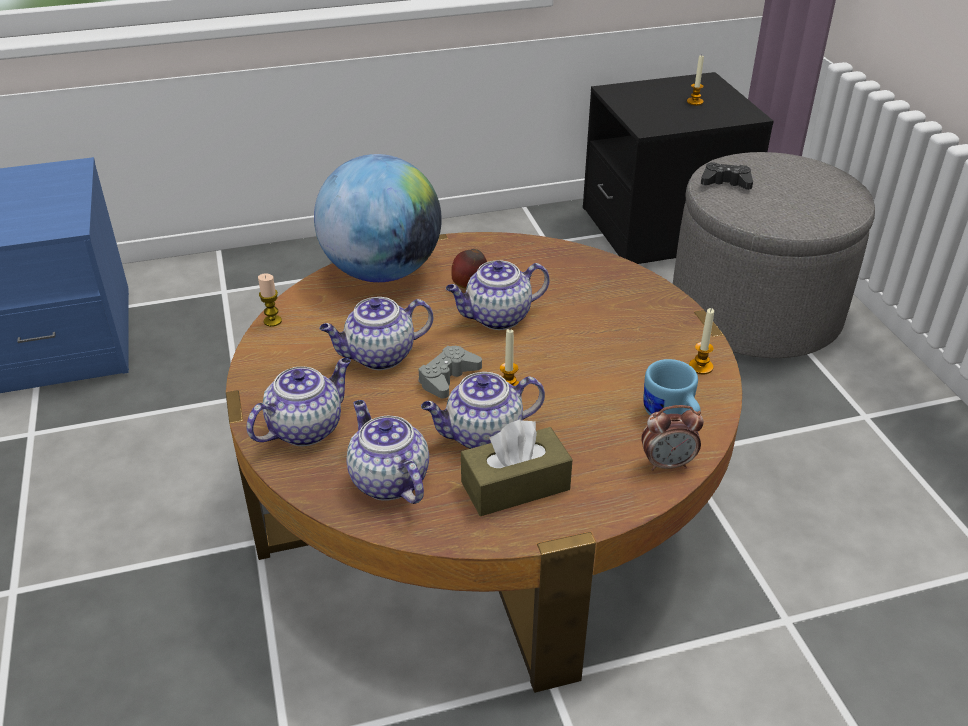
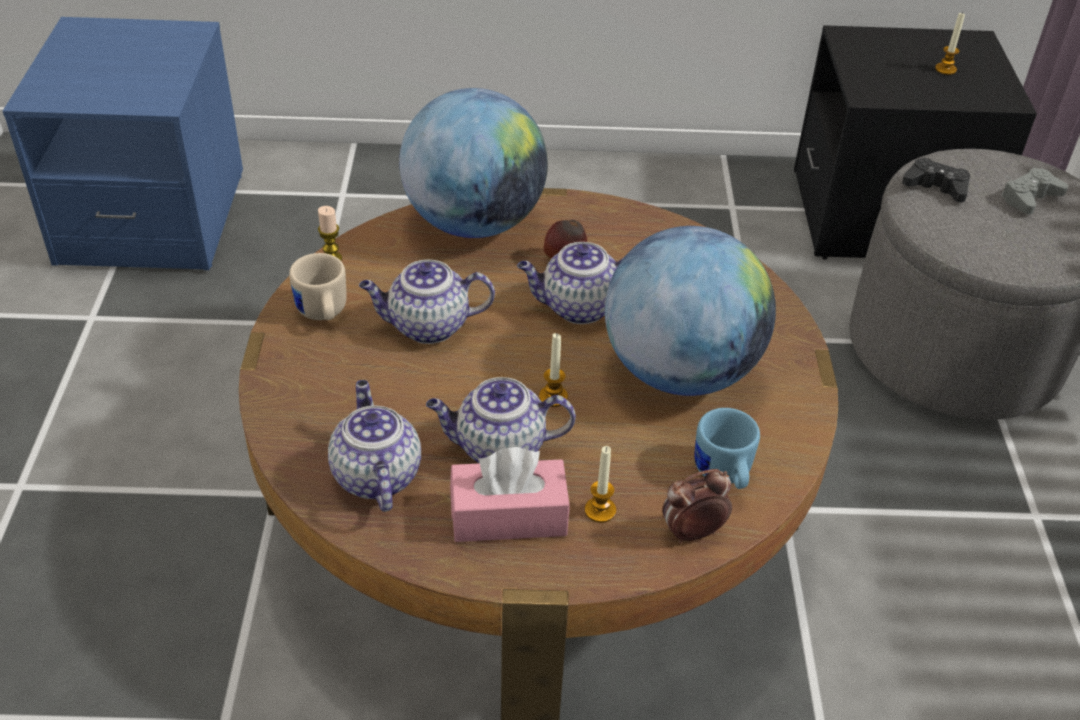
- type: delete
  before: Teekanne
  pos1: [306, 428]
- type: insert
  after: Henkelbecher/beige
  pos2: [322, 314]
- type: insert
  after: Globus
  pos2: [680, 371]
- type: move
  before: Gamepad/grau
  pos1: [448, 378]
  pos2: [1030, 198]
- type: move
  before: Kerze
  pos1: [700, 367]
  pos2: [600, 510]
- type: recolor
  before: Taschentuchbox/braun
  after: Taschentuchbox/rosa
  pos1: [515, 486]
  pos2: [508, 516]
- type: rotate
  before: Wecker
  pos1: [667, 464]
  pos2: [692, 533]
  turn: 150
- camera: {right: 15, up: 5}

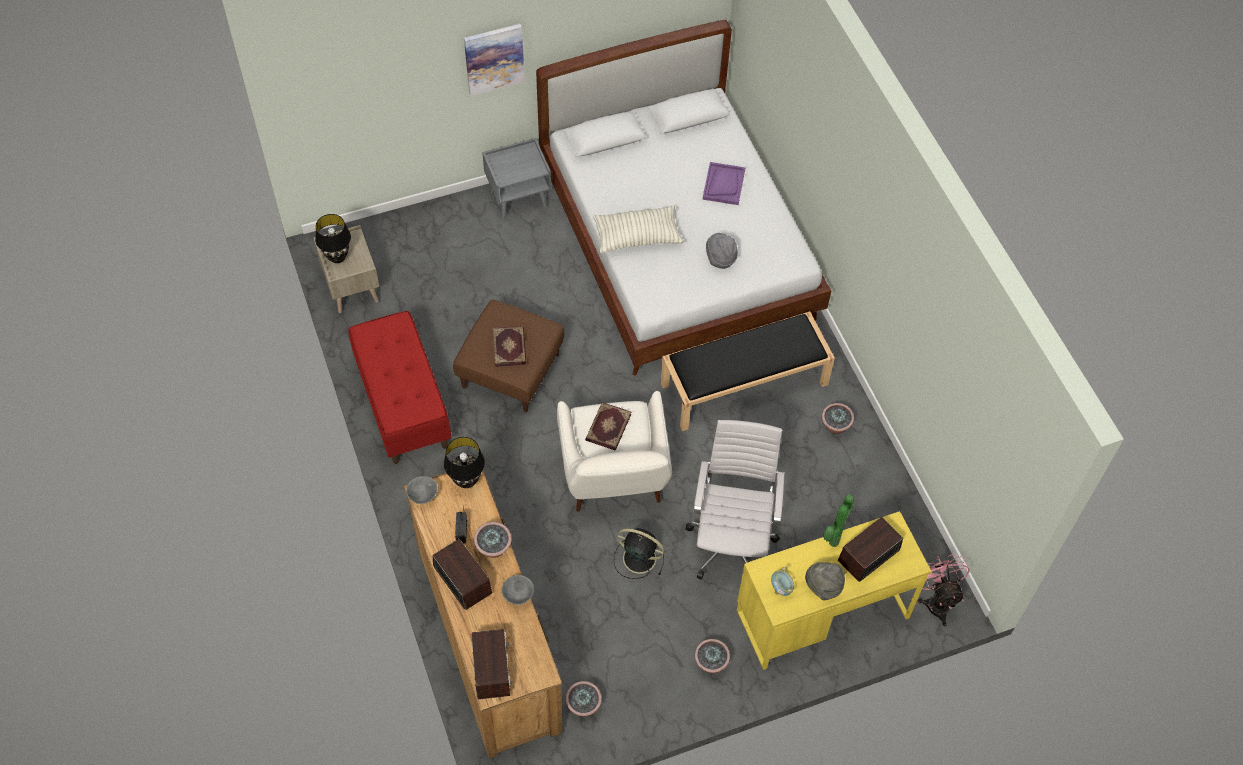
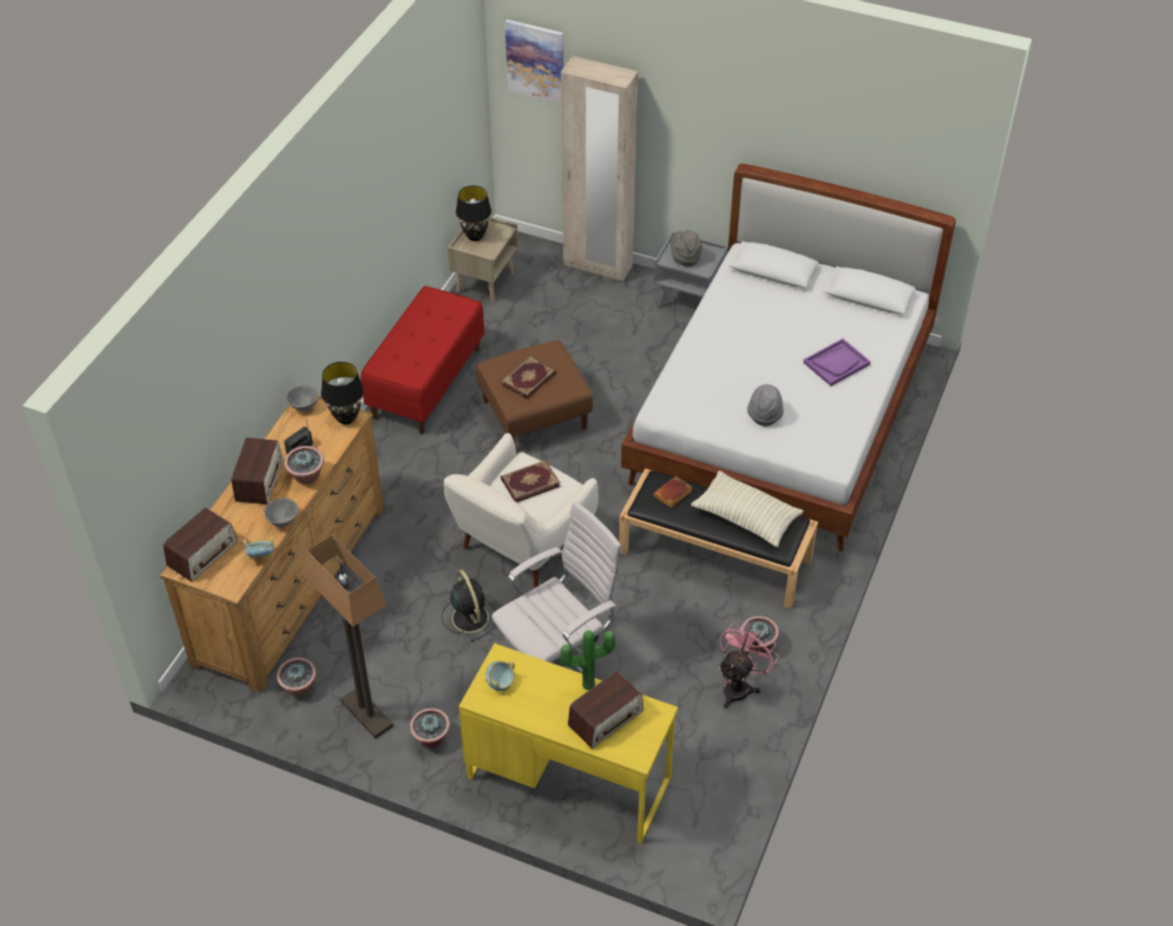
- type: insert
  after: Schüssel
  pos2: [261, 556]
- type: insert
  after: Stehlampe
  pos2: [367, 714]
- type: insert
  after: Kleiderschrank/beige
  pos2: [597, 266]
- type: insert
  after: Buch/braun
  pos2: [673, 495]
- type: move
  before: Bild
  pos1: [494, 58]
  pos2: [535, 60]
- type: move
  before: Kissen
  pos1: [637, 236]
  pos2: [746, 517]
- type: move
  before: Hut/grau
  pos1: [823, 587]
  pos2: [685, 258]
- type: move
  before: Ventilator/rosa
  pos1: [936, 600]
  pos2: [739, 685]
- type: rotate
  before: Radio
  pos1: [868, 555]
  pos2: [606, 718]
  turn: 135
- camera: {right: 45, up: -10}

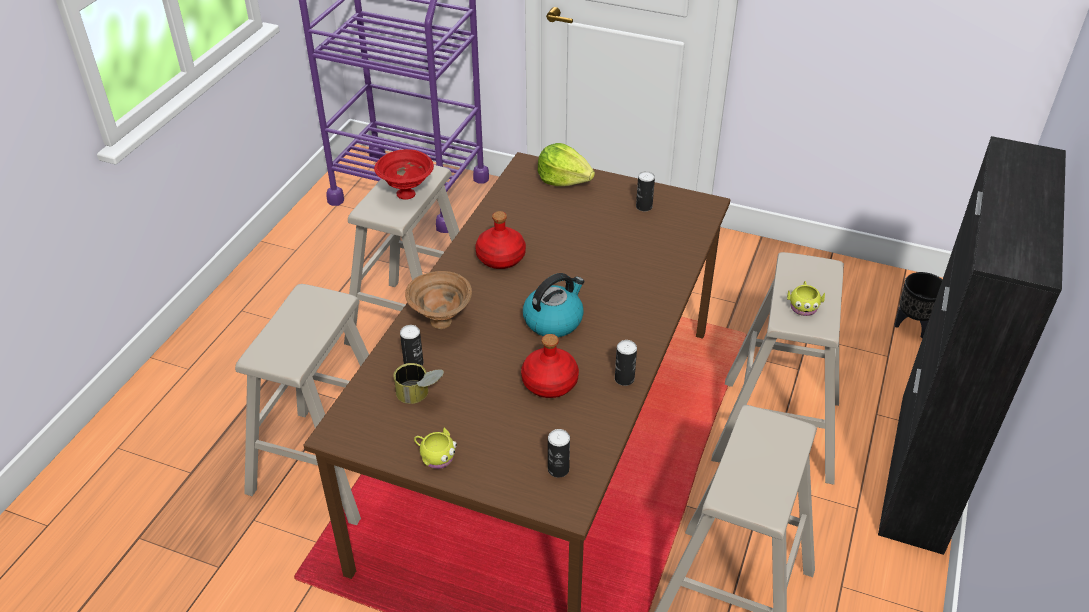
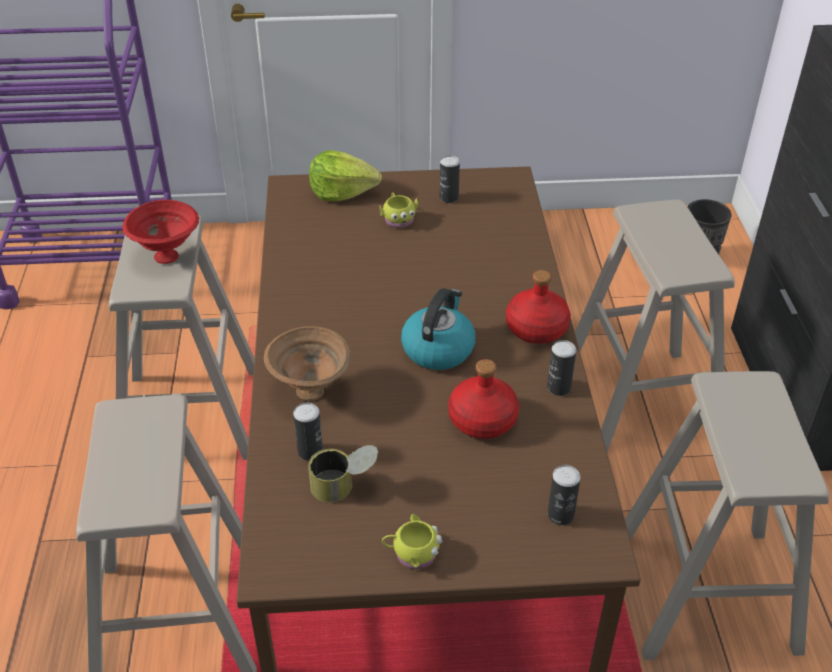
- type: move
  before: Flasche/rot
  pos1: [501, 258]
  pos2: [537, 329]
- type: move
  before: Henkelbecher/gelb
  pos1: [803, 306]
  pos2: [398, 219]
- camera: {right: -25, up: 0}

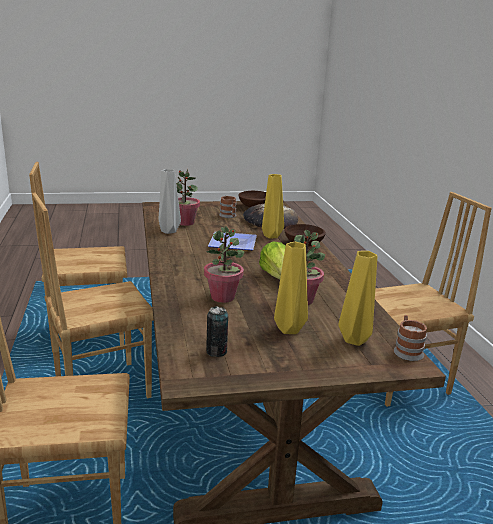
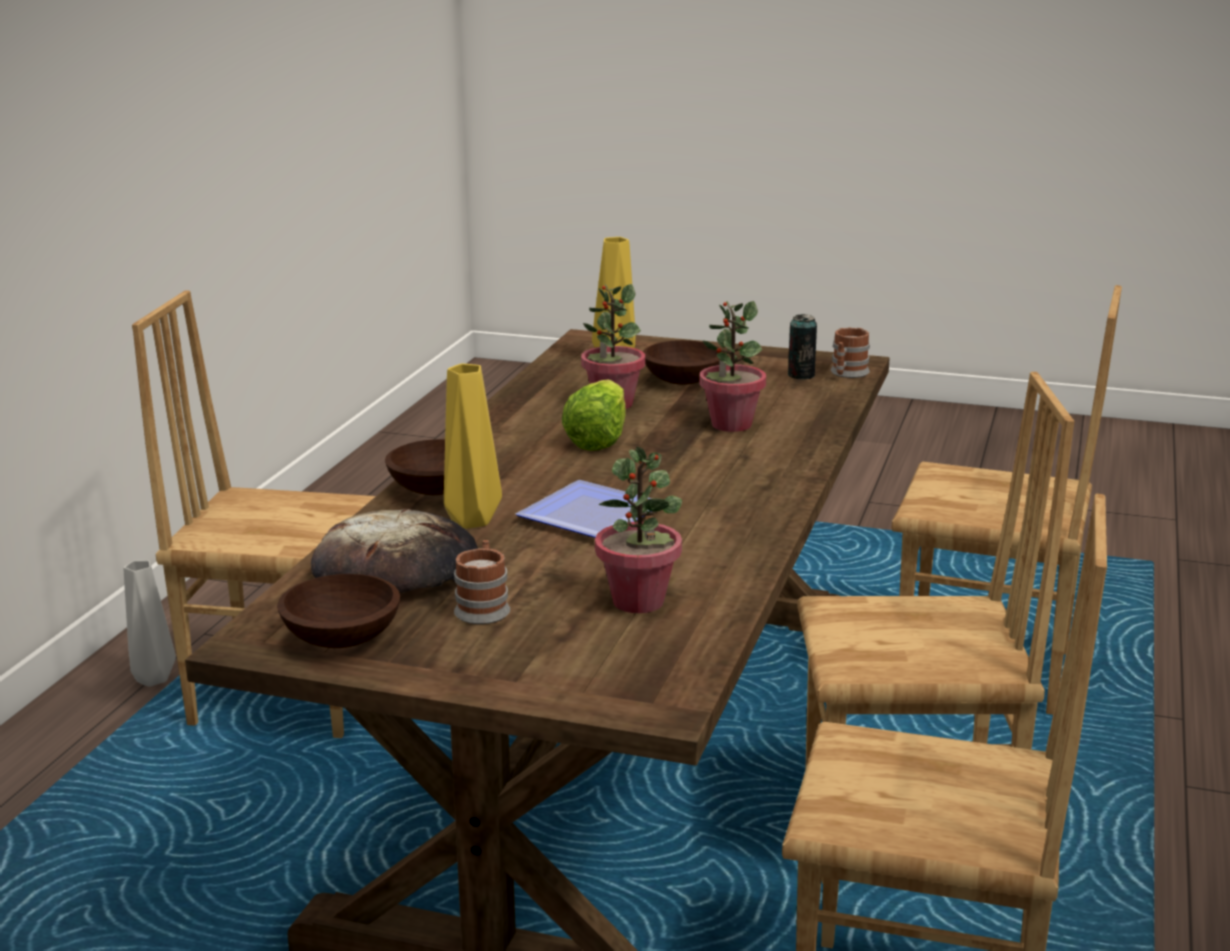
- type: move
  before: Vase/grau
  pos1: [168, 231]
  pos2: [155, 679]
- type: move
  before: Henkelbecher
  pos1: [407, 350]
  pos2: [847, 374]
- type: replace
  before: Vase/gelb
  after: Schüssel/braun
  pos1: [288, 329]
  pos2: [683, 380]
- camera: {right: -150, up: 0}

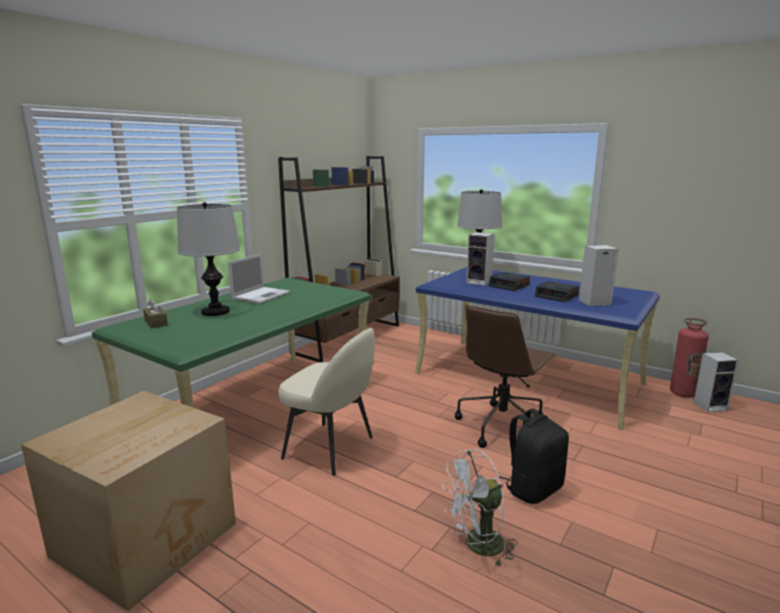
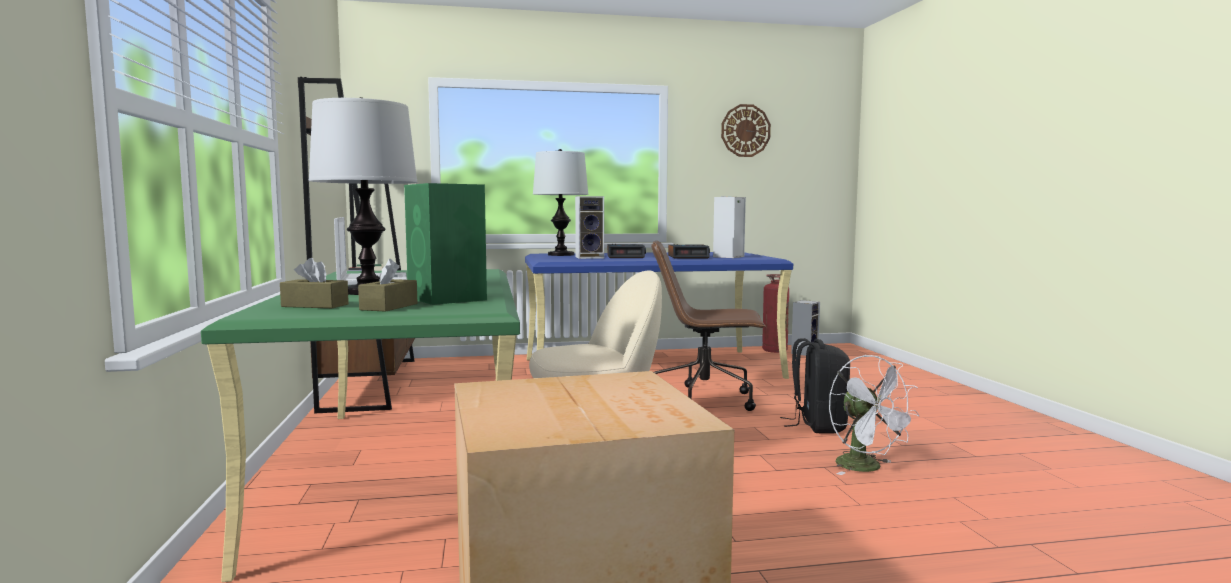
- type: insert
  after: Taschentuchbox/braun
  pos2: [389, 307]
- type: insert
  after: Lautsprecher/grün
  pos2: [447, 299]
- type: insert
  after: Wanduhr
  pos2: [745, 130]
- type: rotate
  before: Ventilator/weiß
  pos1: [477, 546]
  pos2: [866, 468]
  turn: -45
- type: rotate
  before: Bürostuhl/braun
  pos1: [502, 425]
  pos2: [705, 400]
  turn: 105
- camera: {right: -45, up: -10}

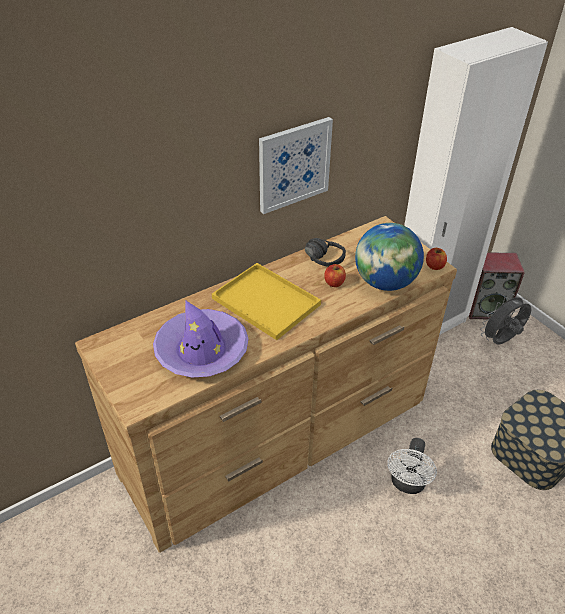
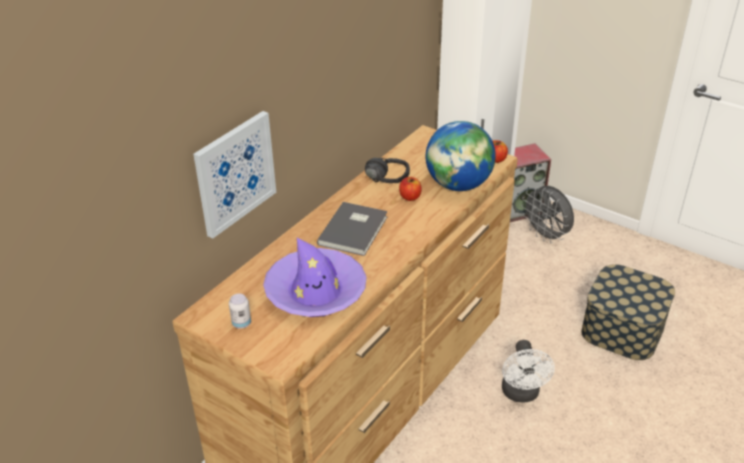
- type: insert
  after: Dose
  pos2: [241, 323]
- type: move
  before: Bild
  pos1: [294, 164]
  pos2: [235, 173]
- type: replace
  before: Tablett/gelb
  after: Buch/grau
  pos1: [268, 302]
  pos2: [355, 230]
- type: rotate
  before: Ventilator/grau
  pos1: [501, 341]
  pos2: [546, 236]
  turn: -75
- camera: {right: -20, up: -5}

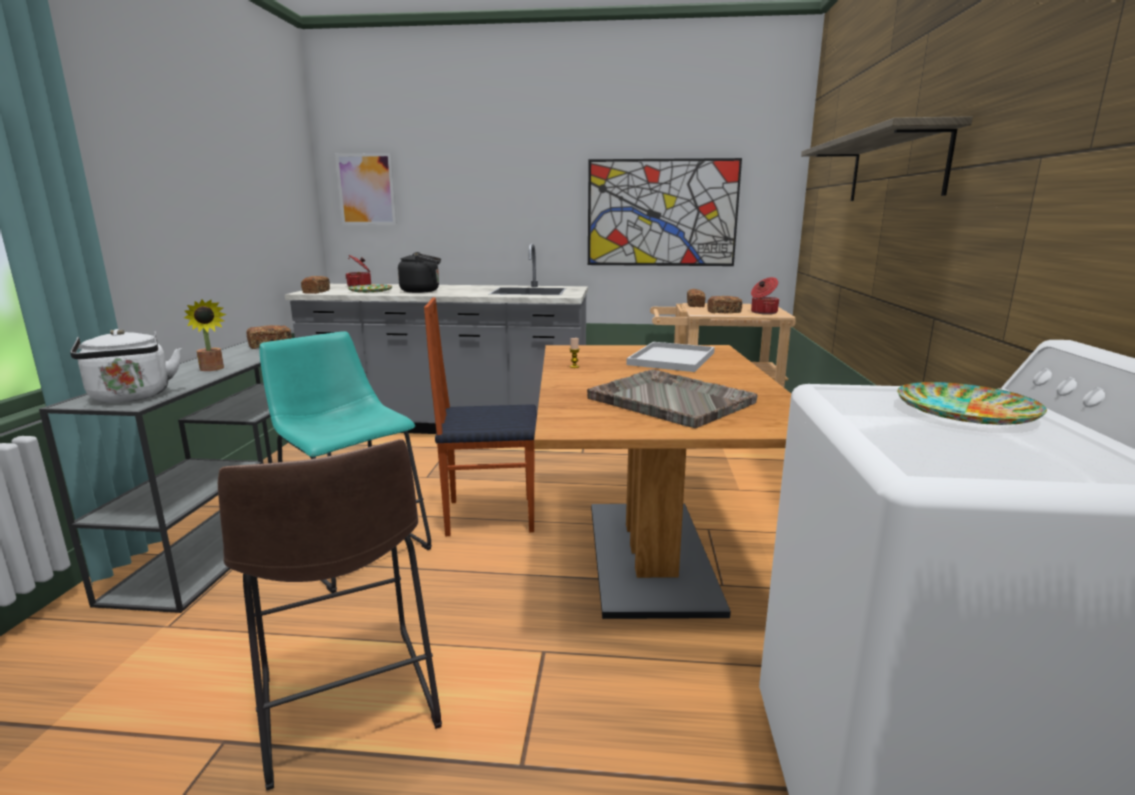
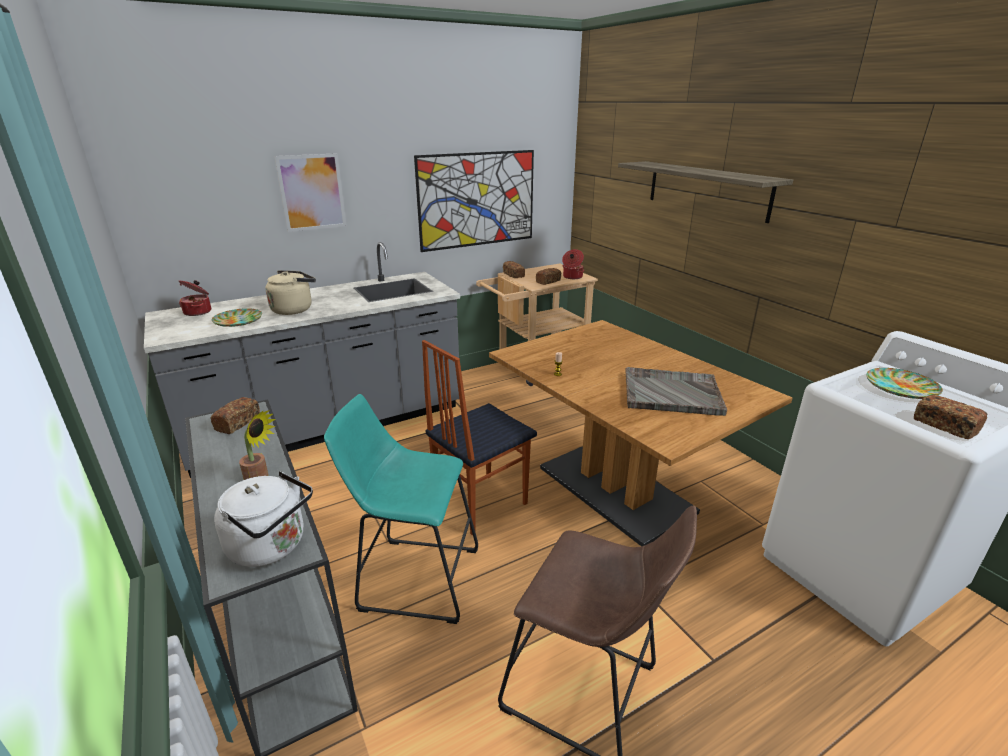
- type: delete
  before: Tablett/weiß
  pos1: [671, 358]
- type: move
  before: Brot
  pos1: [316, 292]
  pos2: [944, 426]
- type: move
  before: Bild
  pos1: [366, 189]
  pos2: [312, 192]
- type: recolor
  before: Wasserkessel/schwarz
  after: Wasserkessel/beige
  pos1: [423, 291]
  pos2: [294, 309]
- camera: {right: -35, up: 10}

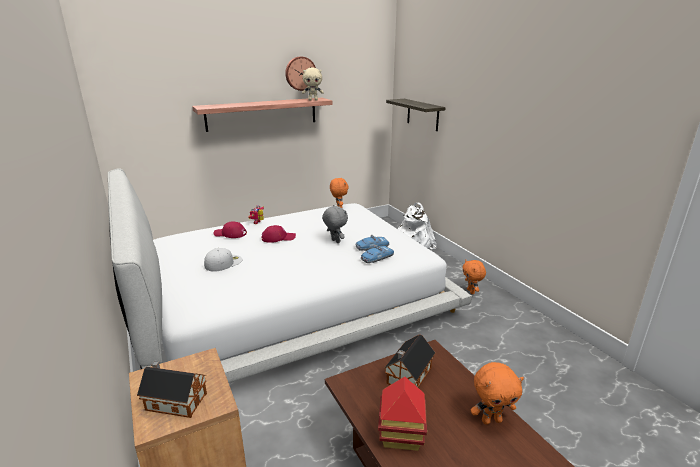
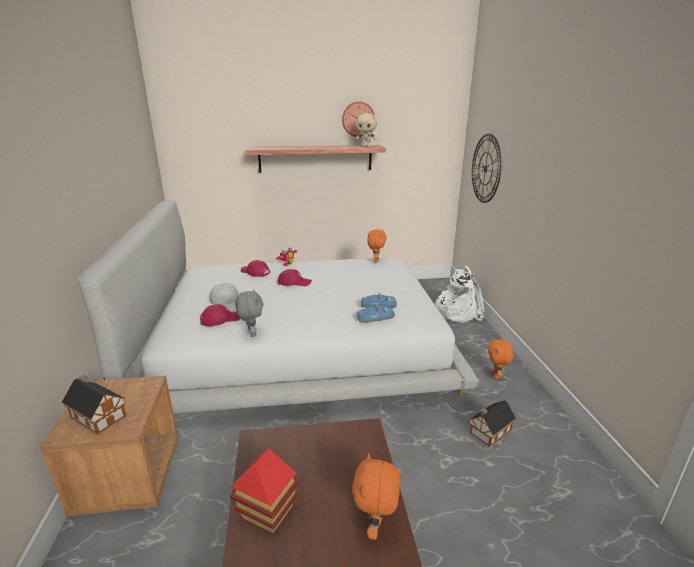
- type: insert
  after: Kappe/rot
  pos2: [221, 319]
- type: move
  before: Plüschtier/grau
  pos1: [335, 241]
  pos2: [251, 334]
- type: move
  before: Spielzeughaus
  pos1: [407, 376]
  pos2: [489, 432]
- type: replace
  before: Wandregal
  after: Wanduhr
  pos1: [422, 114]
  pos2: [485, 168]
- type: rotate
  before: Plüschtier/orange
  pos1: [491, 420]
  pos2: [376, 526]
  turn: 90
- camera: {right: 20, up: 0}

